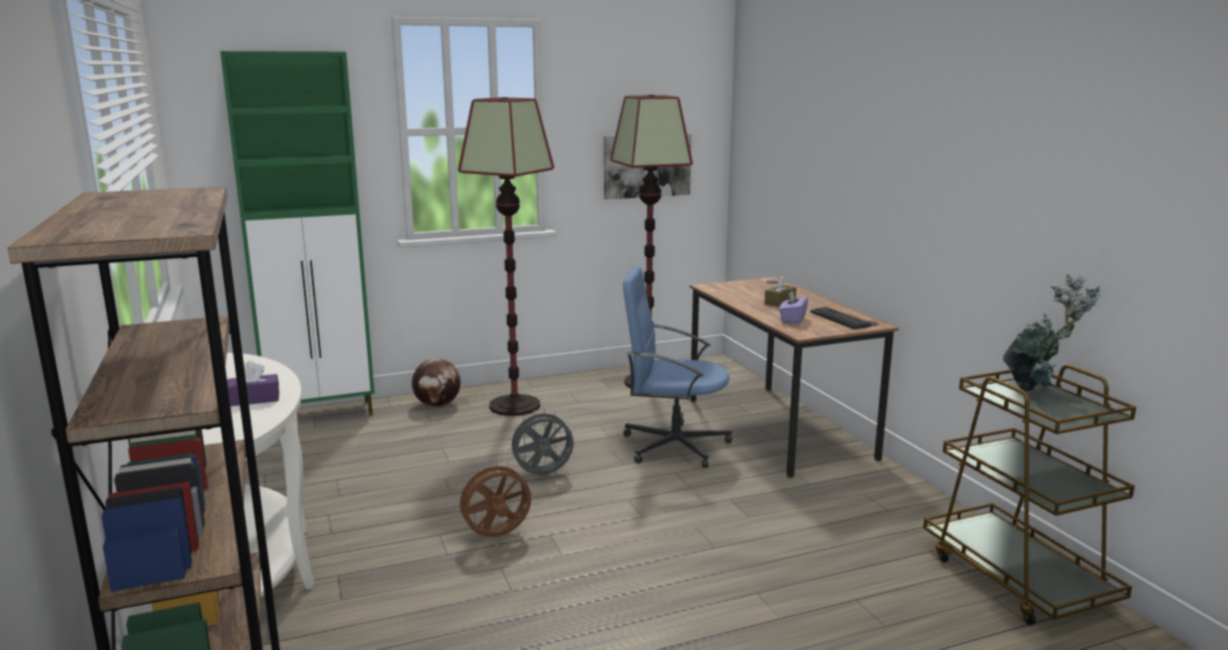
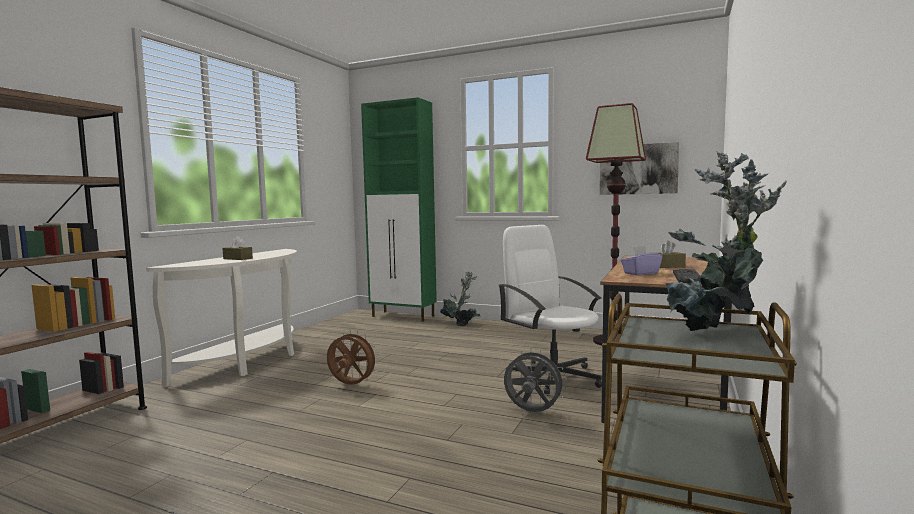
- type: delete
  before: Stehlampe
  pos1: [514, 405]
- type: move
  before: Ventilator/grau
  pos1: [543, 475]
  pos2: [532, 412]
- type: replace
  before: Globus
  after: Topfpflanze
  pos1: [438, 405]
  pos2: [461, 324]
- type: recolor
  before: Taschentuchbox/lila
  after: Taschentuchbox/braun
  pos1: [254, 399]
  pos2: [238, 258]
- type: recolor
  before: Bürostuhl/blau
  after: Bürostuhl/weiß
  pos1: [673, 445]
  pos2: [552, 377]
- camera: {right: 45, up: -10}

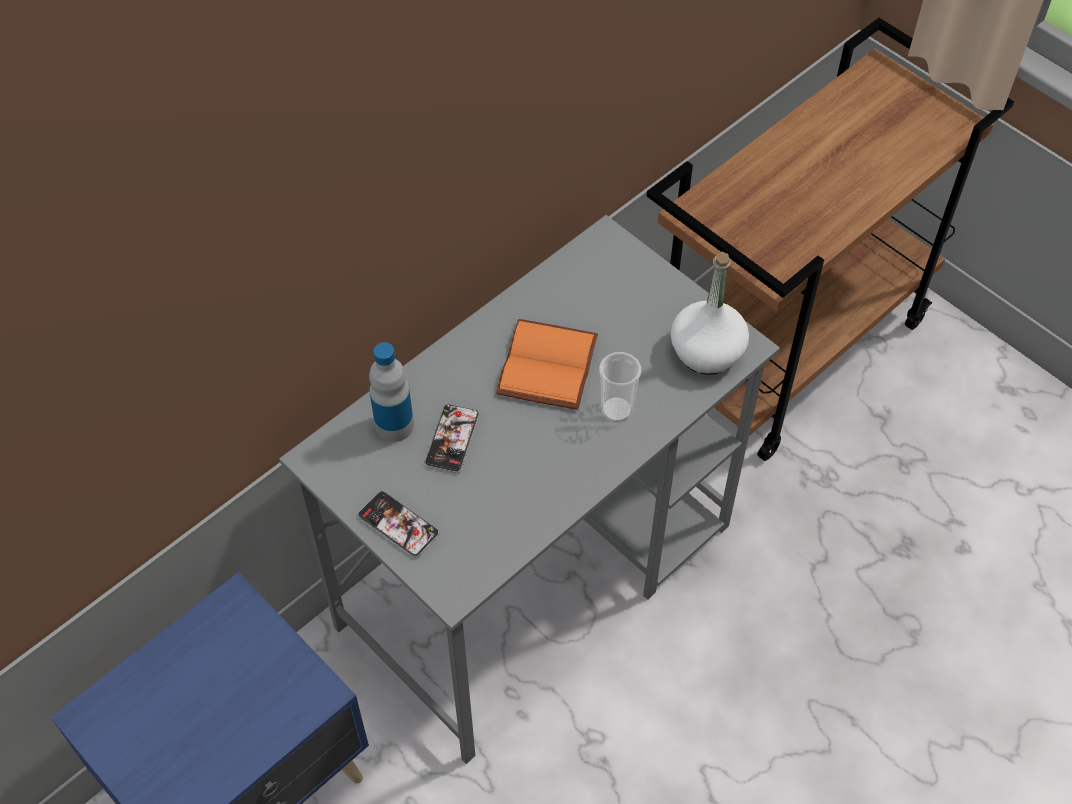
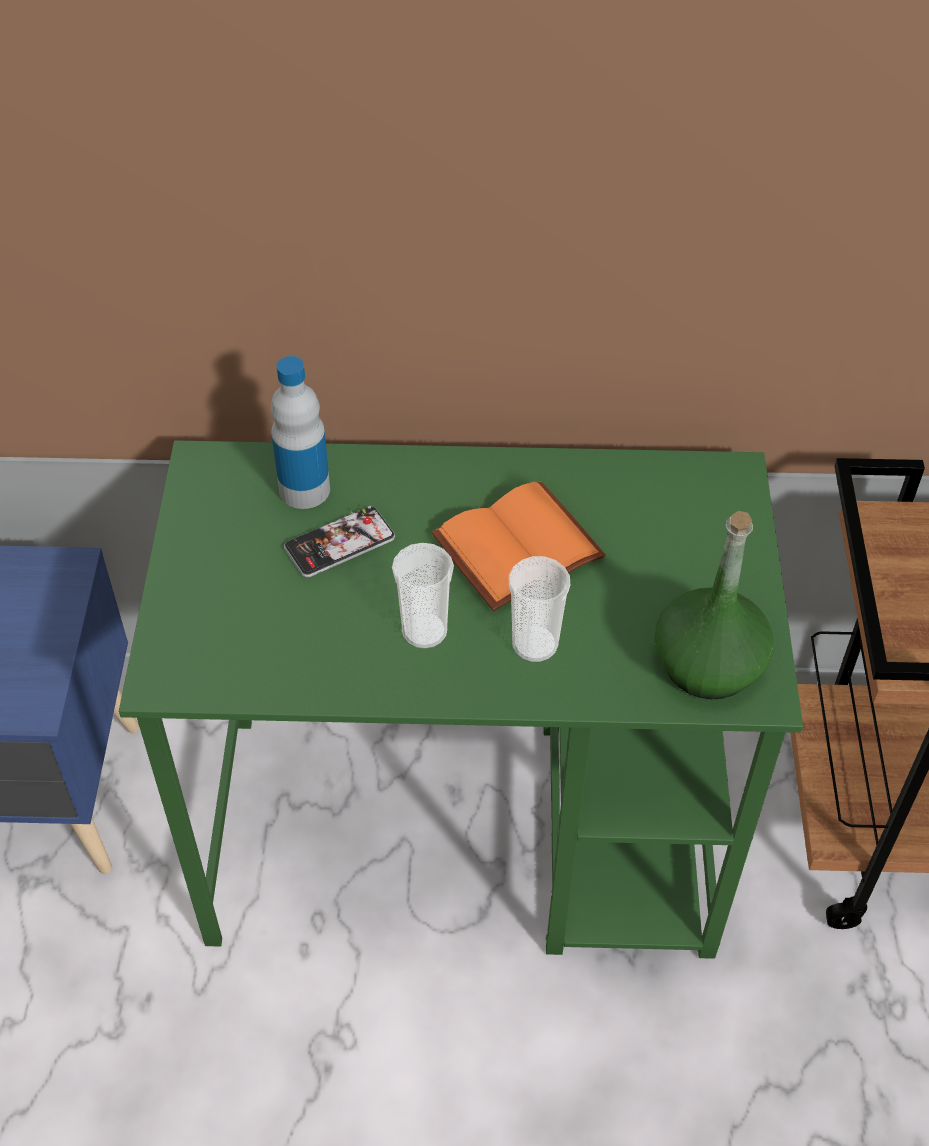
- type: delete
  before: Handy
  pos1: [398, 525]
- type: insert
  after: Tasse
  pos2: [424, 631]
- type: recolor
  before: Schreibtisch/grau
  after: Schreibtisch/grün
  pos1: [538, 573]
  pos2: [467, 833]
- type: recolor
  before: Flasche/weiß
  after: Flasche/grün
  pos1: [707, 352]
  pos2: [708, 665]
- camera: {right: 45, up: -5}

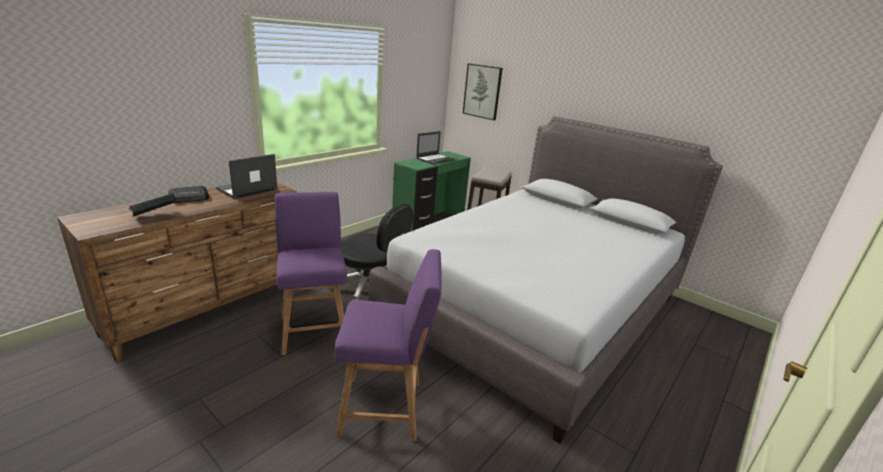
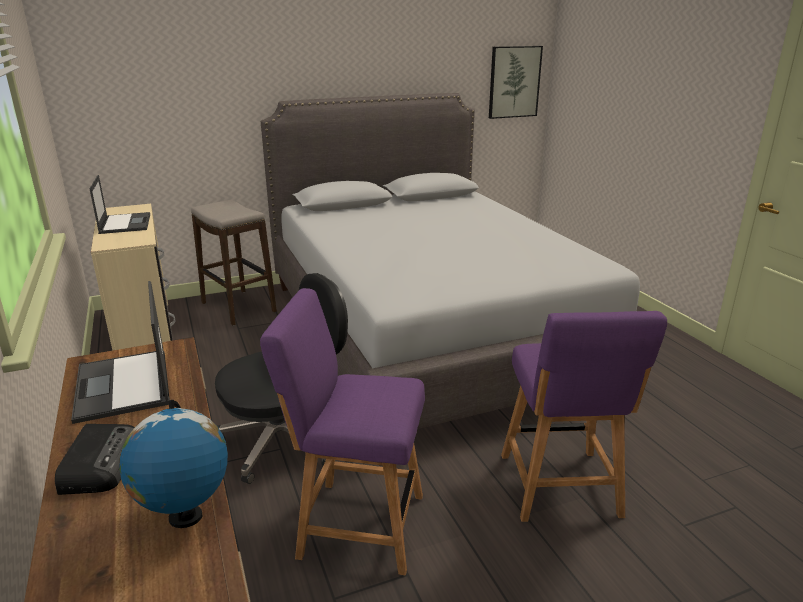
- type: move
  before: Bild
  pos1: [482, 91]
  pos2: [514, 82]
- type: replace
  before: Buch
  after: Globus
  pos1: [154, 216]
  pos2: [185, 517]
- type: recolor
  before: Schreibtisch/grün
  after: Schreibtisch/beige
  pos1: [429, 223]
  pos2: [146, 335]
- type: rotate
  before: Stuhl/lila
  pos1: [386, 408]
  pos2: [561, 489]
  turn: 150
- camera: {right: -60, up: 0}

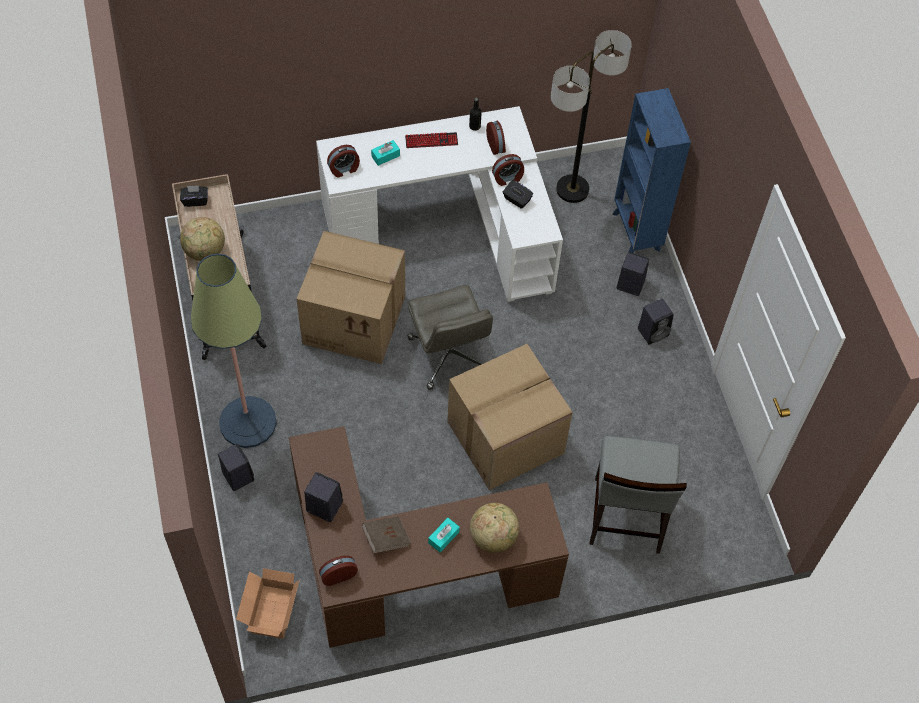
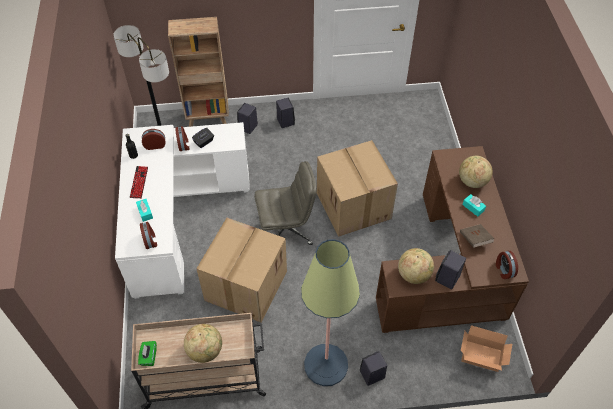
- type: delete
  before: Stuhl/grau
  pos1: [626, 516]
- type: insert
  after: Globus
  pos2: [413, 274]
- type: recolor
  before: Taschentuchbox/schwarz
  after: Taschentuchbox/grün
  pos1: [195, 200]
  pos2: [149, 357]
- type: recolor
  before: Bücherregal/blau
  after: Bücherregal/braun
  pos1: [636, 232]
  pos2: [208, 118]
- camera: {right: -80, up: -5}

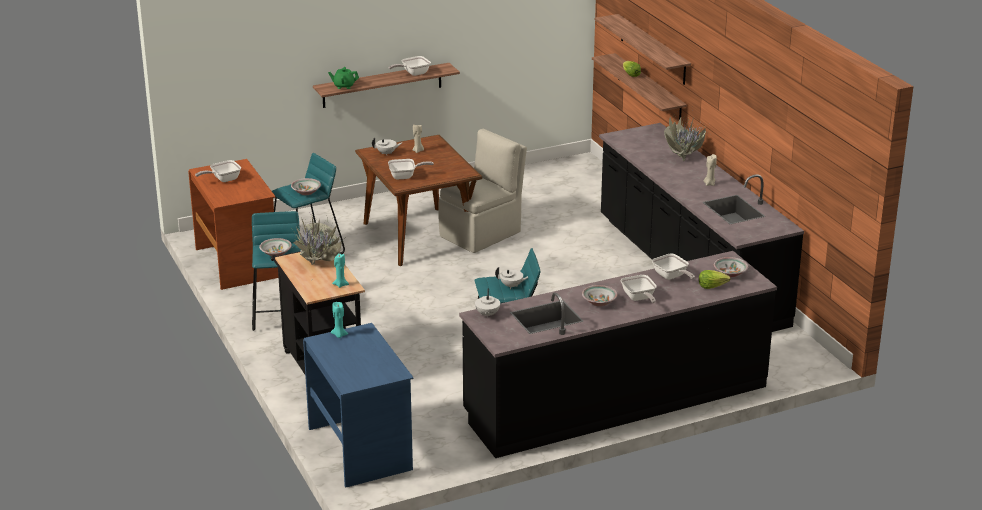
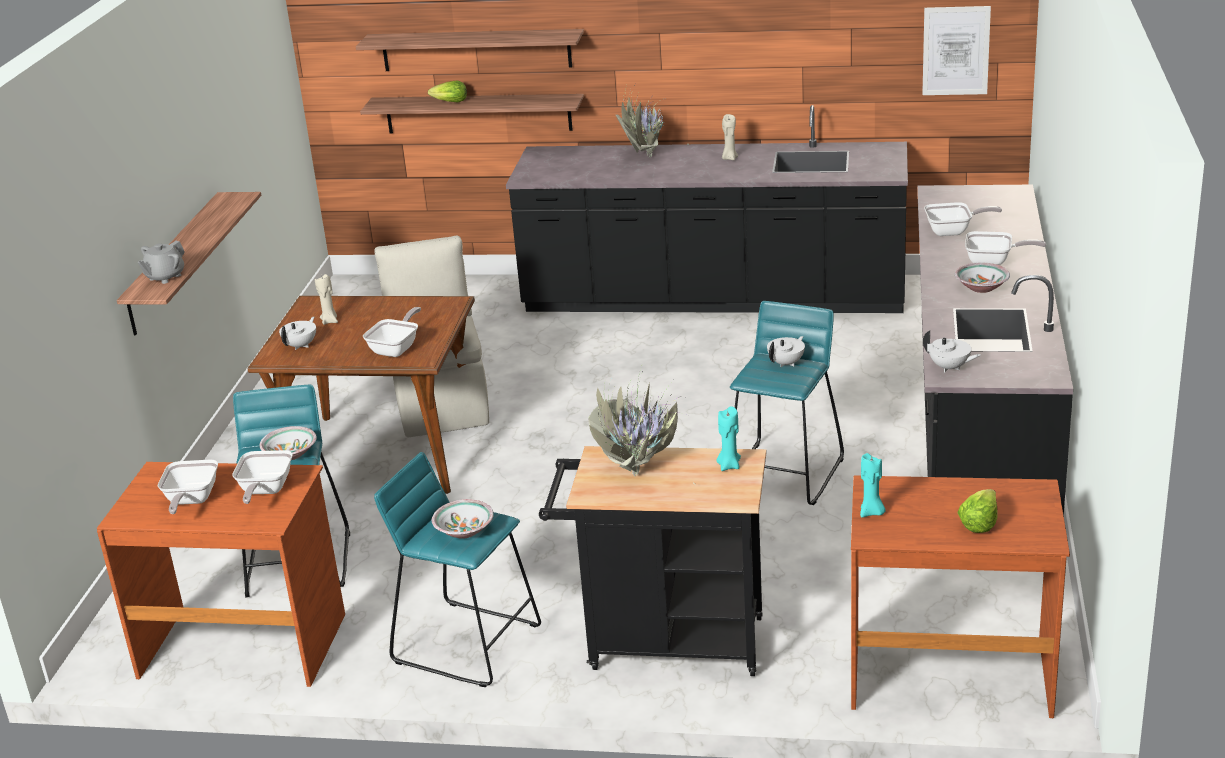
- type: delete
  before: Schüssel
  pos1: [730, 274]
- type: insert
  after: Bild
  pos2: [956, 51]
- type: move
  before: Pfanne
  pos1: [413, 73]
  pos2: [264, 491]
- type: move
  before: Salatkopf
  pos1: [712, 286]
  pos2: [979, 522]
- type: recolor
  before: Schreibtisch/blau
  after: Schreibtisch/braun
  pos1: [361, 449]
  pos2: [950, 672]
- type: recolor
  before: Teekanne/grün
  after: Teekanne/grau
  pos1: [344, 86]
  pos2: [165, 277]
- camera: {right: -55, up: 0}

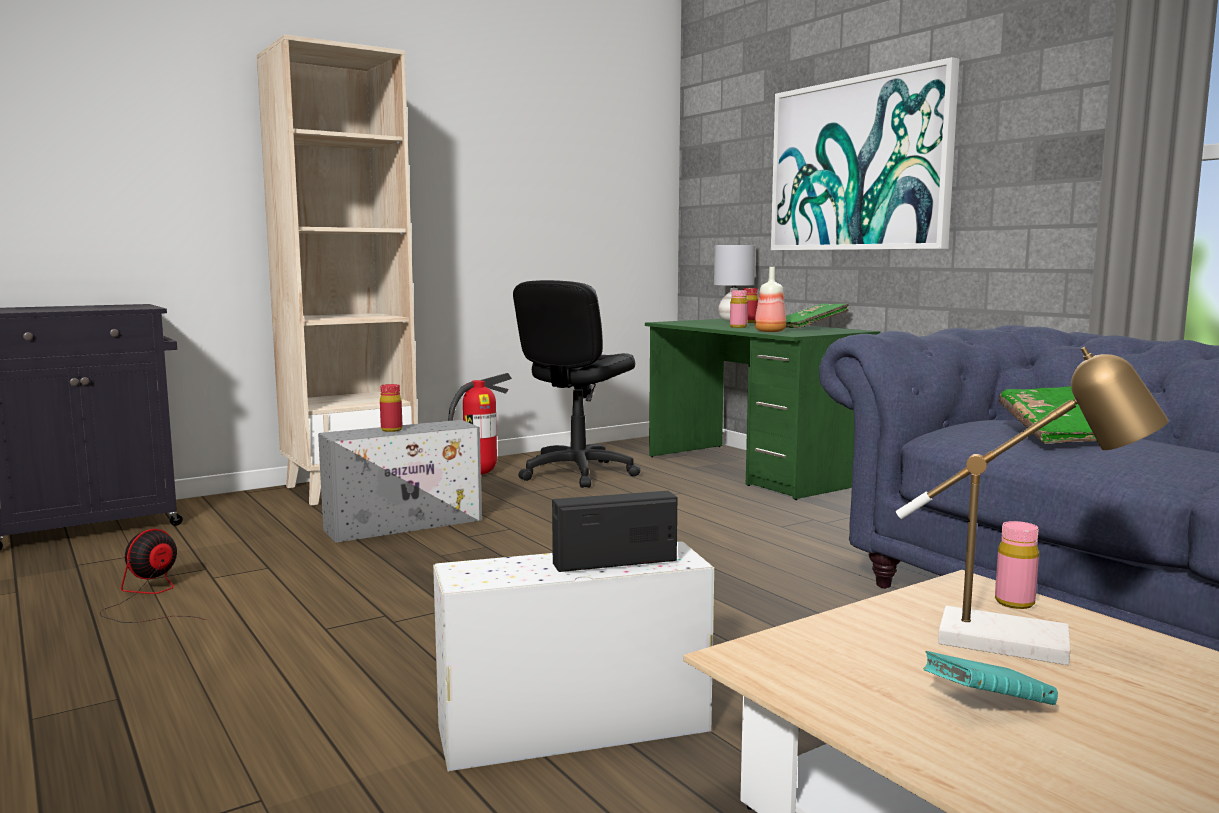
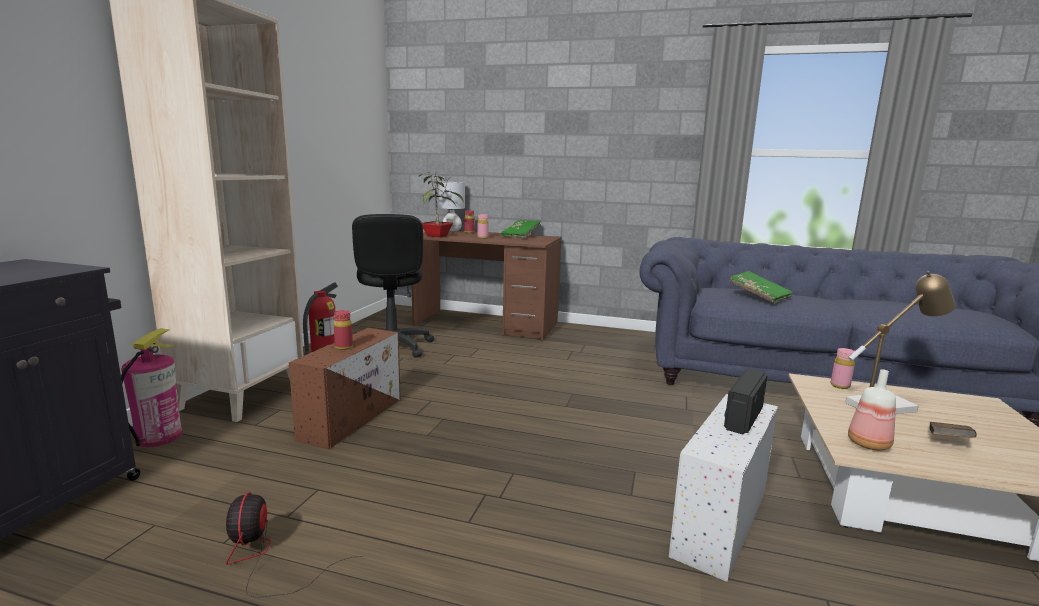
- type: delete
  before: Bild
  pos1: [858, 165]
- type: insert
  after: Feuerlöscher
  pos2: [159, 436]
- type: insert
  after: Topfpflanze
  pos2: [437, 236]
- type: move
  before: Flasche
  pos1: [769, 331]
  pos2: [867, 444]
- type: recolor
  before: Aufbewahrungsbox/grau
  after: Aufbewahrungsbox/braun
  pos1: [406, 524]
  pos2: [353, 417]
- type: recolor
  before: Schreibtisch/grün
  after: Schreibtisch/braun
  pos1: [752, 470]
  pos2: [486, 324]
- type: recolor
  before: Buch/türkis
  after: Buch/braun
  pos1: [986, 705]
  pos2: [948, 441]
- camera: {right: -40, up: 5}

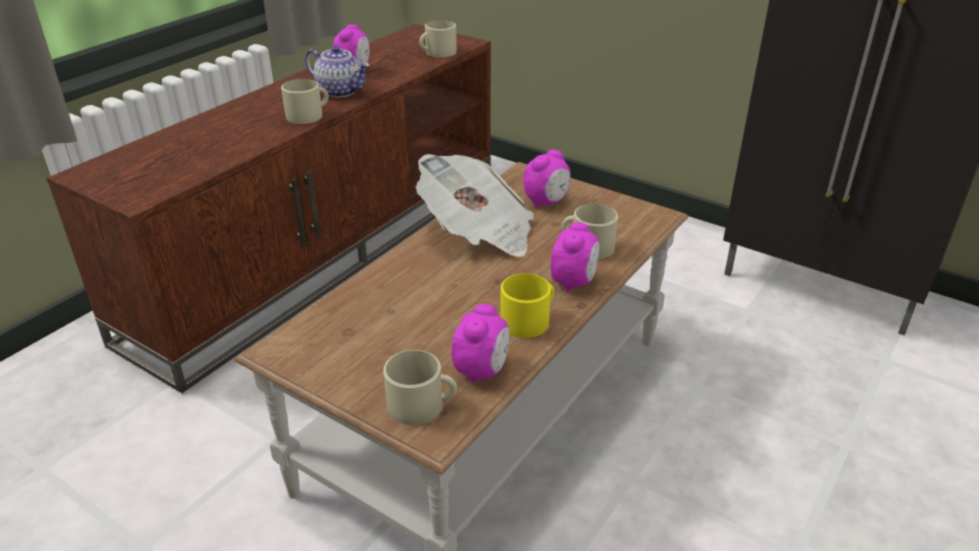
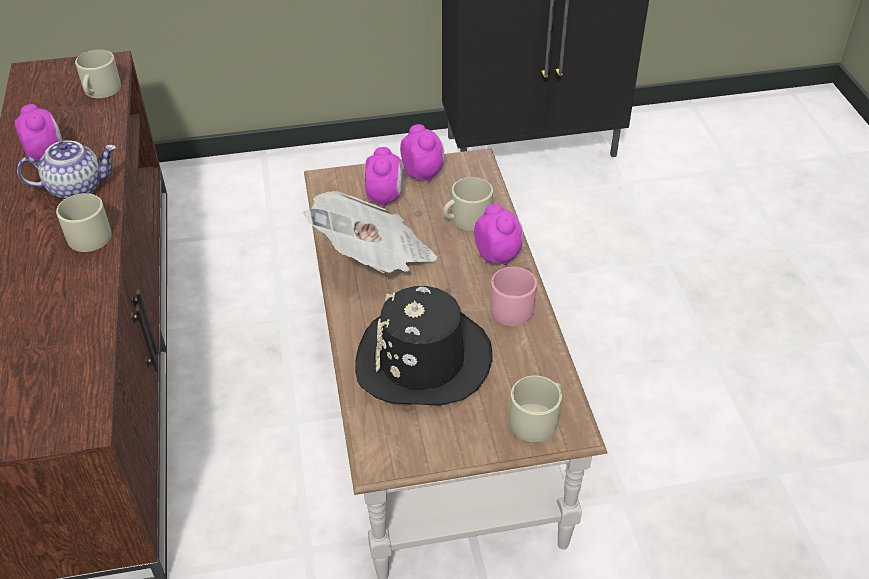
- type: insert
  after: Hut/schwarz
  pos2: [423, 360]
- type: move
  before: Wecker
  pos1: [482, 370]
  pos2: [423, 173]
- type: recolor
  before: Henkelbecher/gelb
  after: Henkelbecher/rosa
  pos1: [529, 320]
  pos2: [512, 305]
- camera: {right: -45, up: 10}

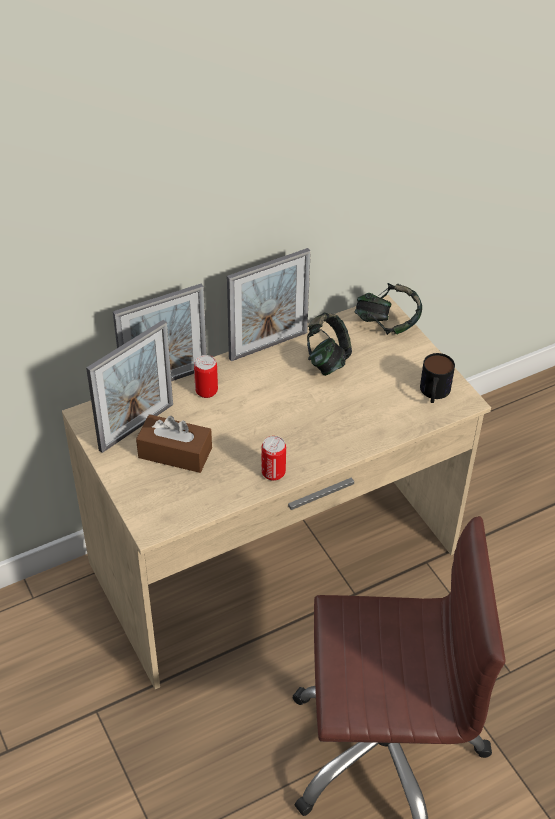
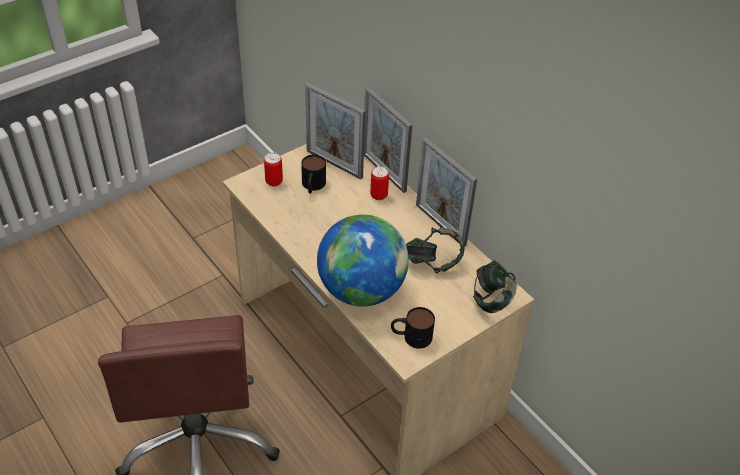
- type: insert
  after: Globus
  pos2: [361, 290]
- type: move
  before: Dose
  pos1: [273, 473]
  pos2: [274, 181]
- type: replace
  before: Taschentuchbox/braun
  after: Henkelbecher
  pos1: [175, 453]
  pos2: [312, 186]
- camera: {right: 80, up: 0}

